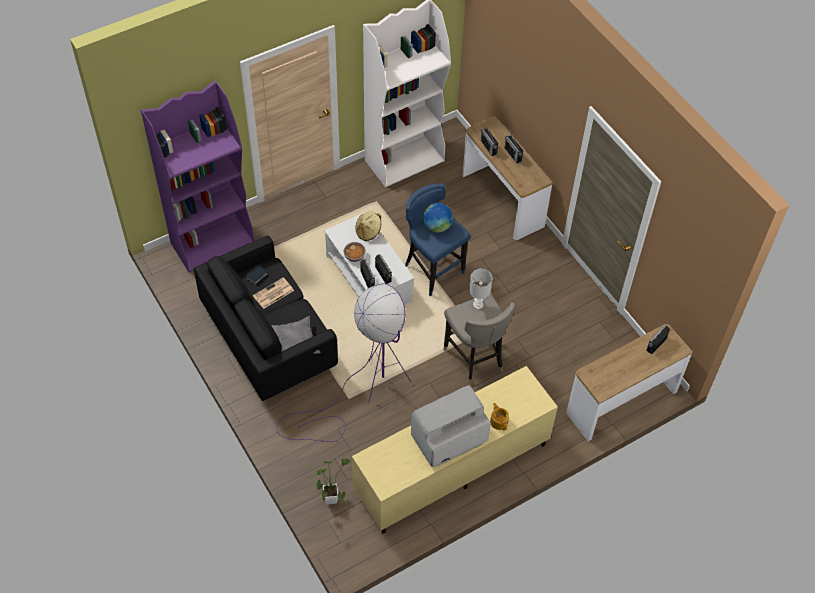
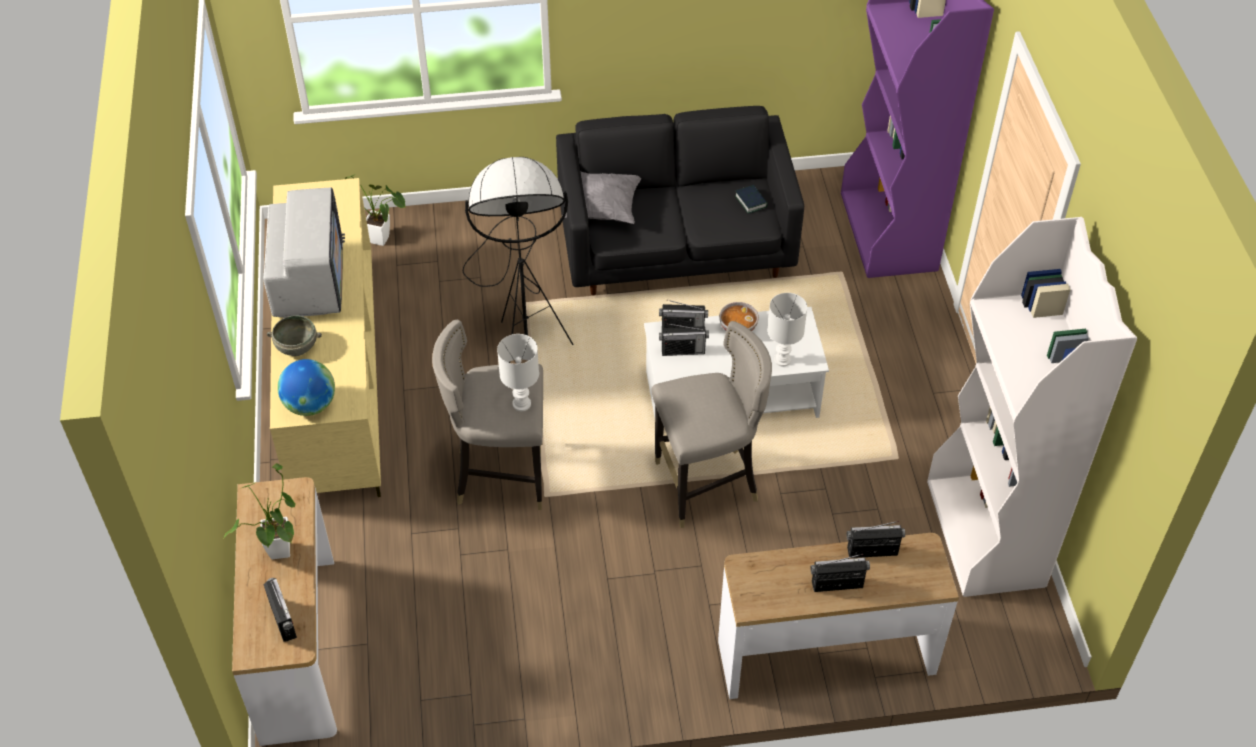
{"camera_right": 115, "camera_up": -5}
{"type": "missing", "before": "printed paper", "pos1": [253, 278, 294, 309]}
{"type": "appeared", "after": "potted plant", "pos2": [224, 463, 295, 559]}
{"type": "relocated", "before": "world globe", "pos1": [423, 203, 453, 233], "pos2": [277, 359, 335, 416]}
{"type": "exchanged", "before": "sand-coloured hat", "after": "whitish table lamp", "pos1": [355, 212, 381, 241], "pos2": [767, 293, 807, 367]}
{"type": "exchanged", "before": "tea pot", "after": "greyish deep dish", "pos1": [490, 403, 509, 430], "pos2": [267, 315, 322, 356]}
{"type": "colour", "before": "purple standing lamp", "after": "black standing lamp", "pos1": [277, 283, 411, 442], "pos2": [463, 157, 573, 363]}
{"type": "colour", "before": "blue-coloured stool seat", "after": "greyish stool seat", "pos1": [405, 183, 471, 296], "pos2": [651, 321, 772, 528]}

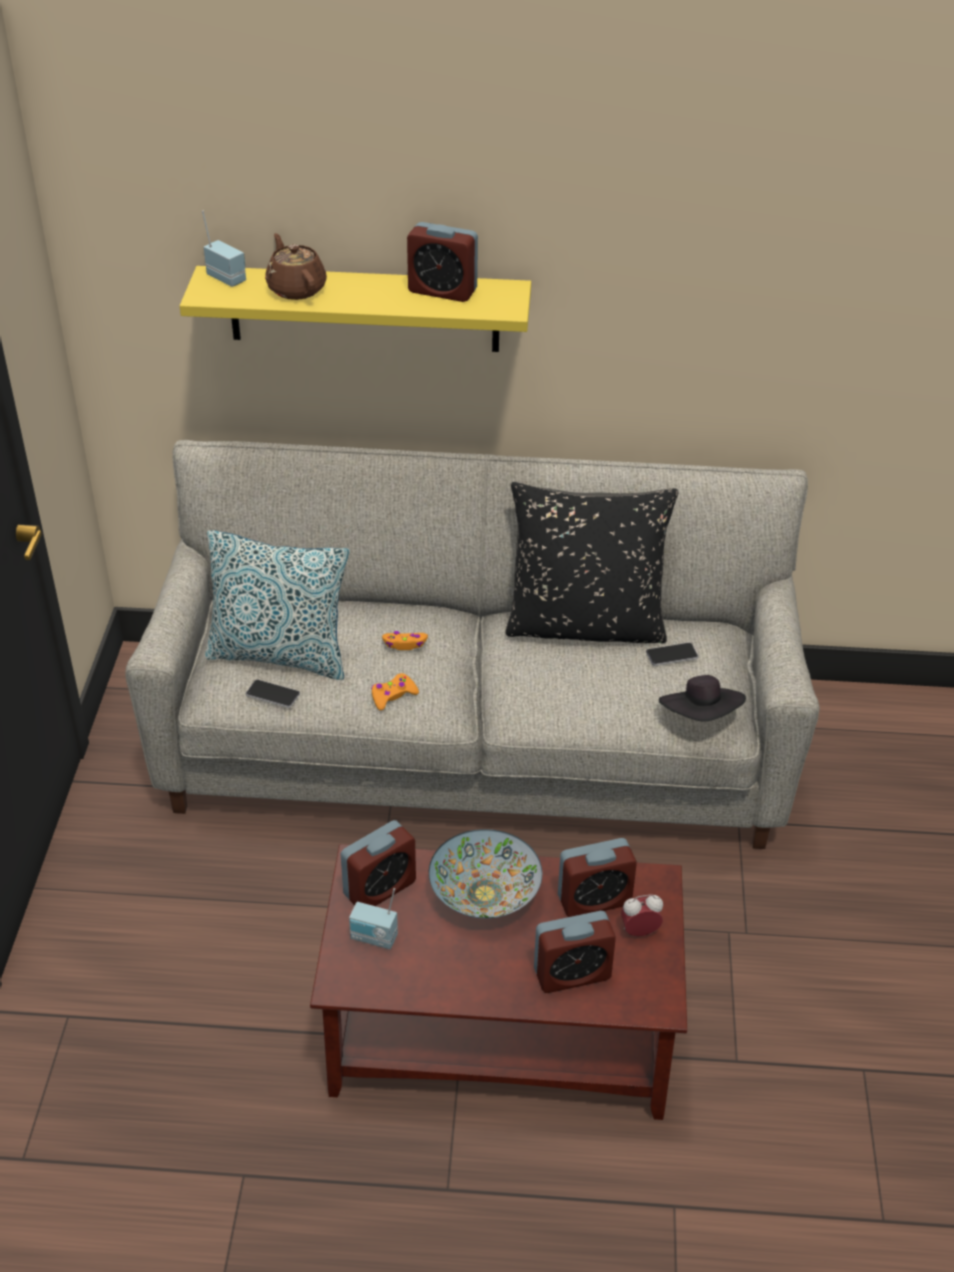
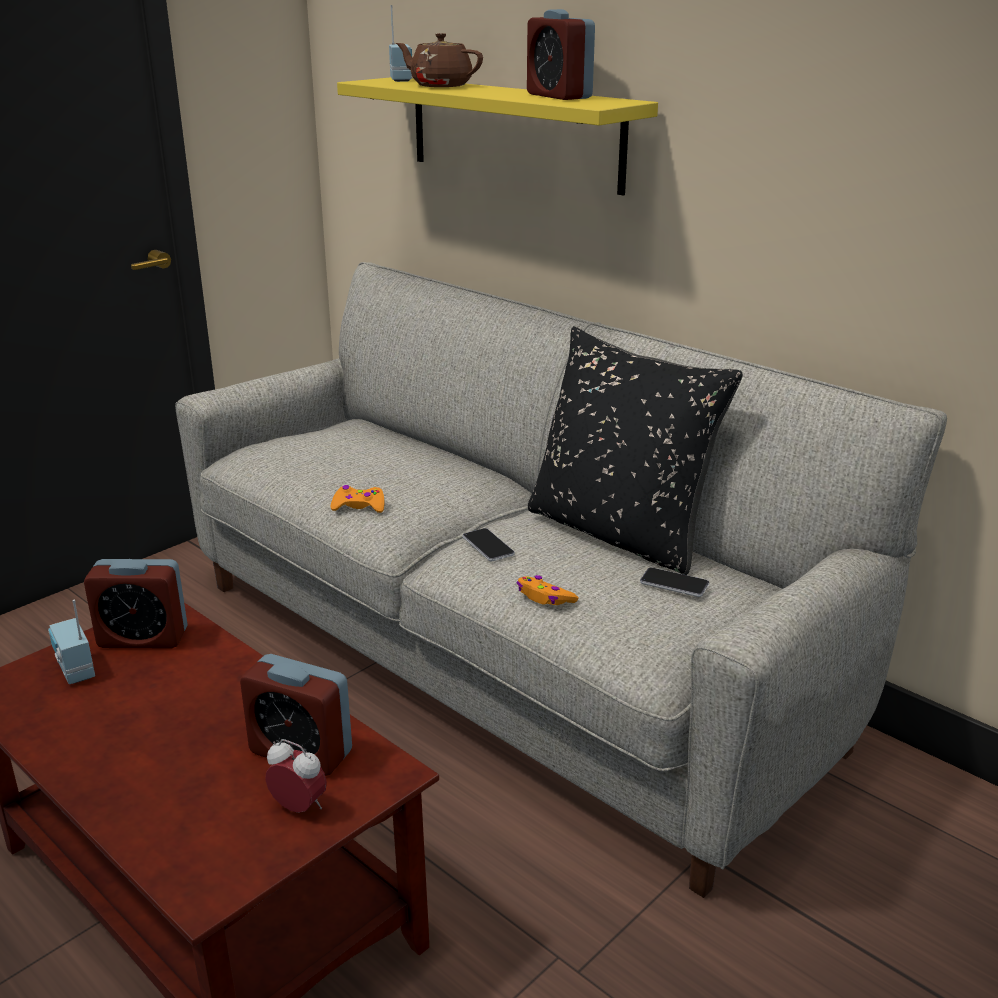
{"camera_right": 40, "camera_up": -15}
{"type": "missing", "before": "throw pillow", "pos1": [205, 530, 350, 680]}
{"type": "missing", "before": "deep dish", "pos1": [429, 829, 542, 919]}
{"type": "missing", "before": "table clock", "pos1": [534, 911, 616, 993]}
{"type": "missing", "before": "black hat", "pos1": [659, 675, 746, 722]}
{"type": "relocated", "before": "handset", "pos1": [246, 679, 300, 708], "pos2": [462, 528, 515, 561]}
{"type": "relocated", "before": "orange-coloured gamepad", "pos1": [382, 631, 428, 650], "pos2": [517, 575, 579, 605]}
{"type": "spun", "before": "brown tea pot", "pos1": [265, 233, 327, 300], "pos2": [396, 33, 483, 87], "turn": -75}

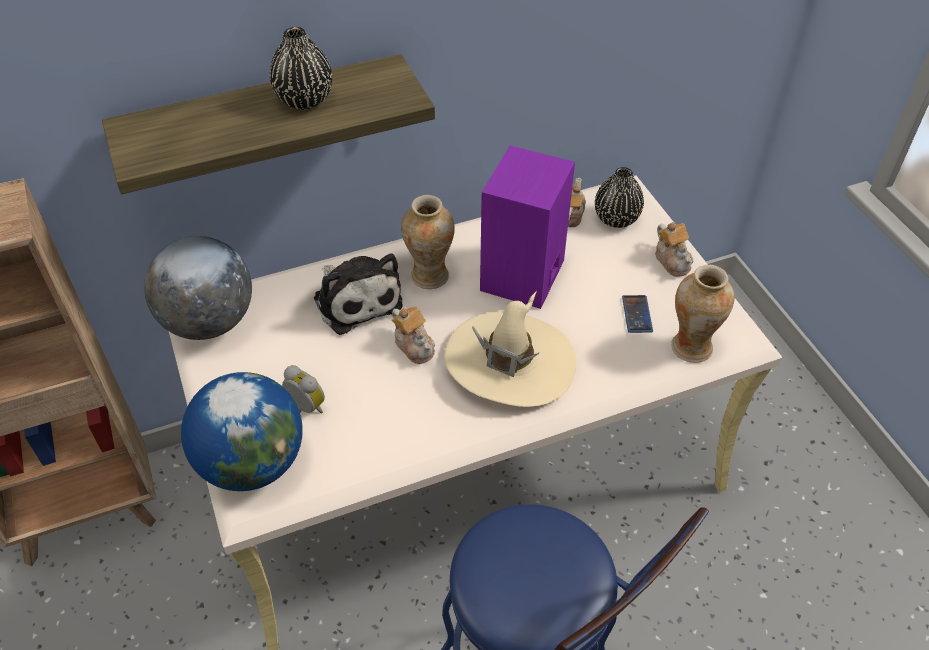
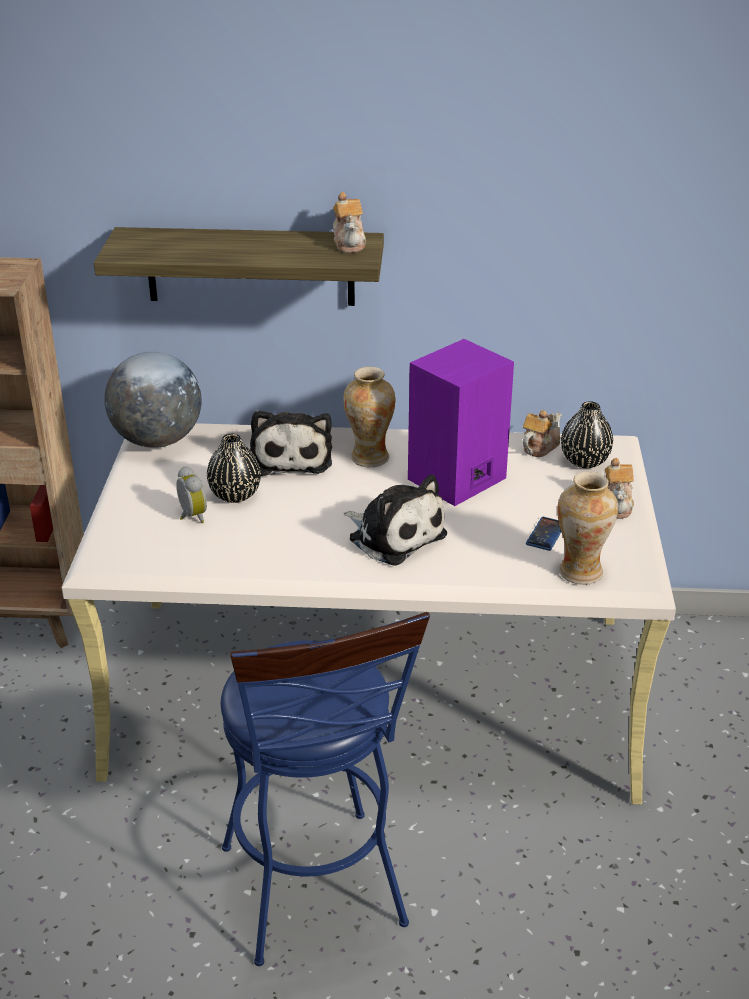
{"camera_right": 25, "camera_up": -15}
{"type": "missing", "before": "world globe", "pos1": [181, 372, 303, 491]}
{"type": "relocated", "before": "black decorative vase", "pos1": [270, 27, 332, 109], "pos2": [207, 434, 261, 503]}
{"type": "relocated", "before": "tea pot", "pos1": [392, 306, 435, 364], "pos2": [333, 192, 366, 253]}
{"type": "exchanged", "before": "sand-coloured hat", "after": "cuddly toy", "pos1": [444, 291, 576, 407], "pos2": [344, 474, 447, 566]}

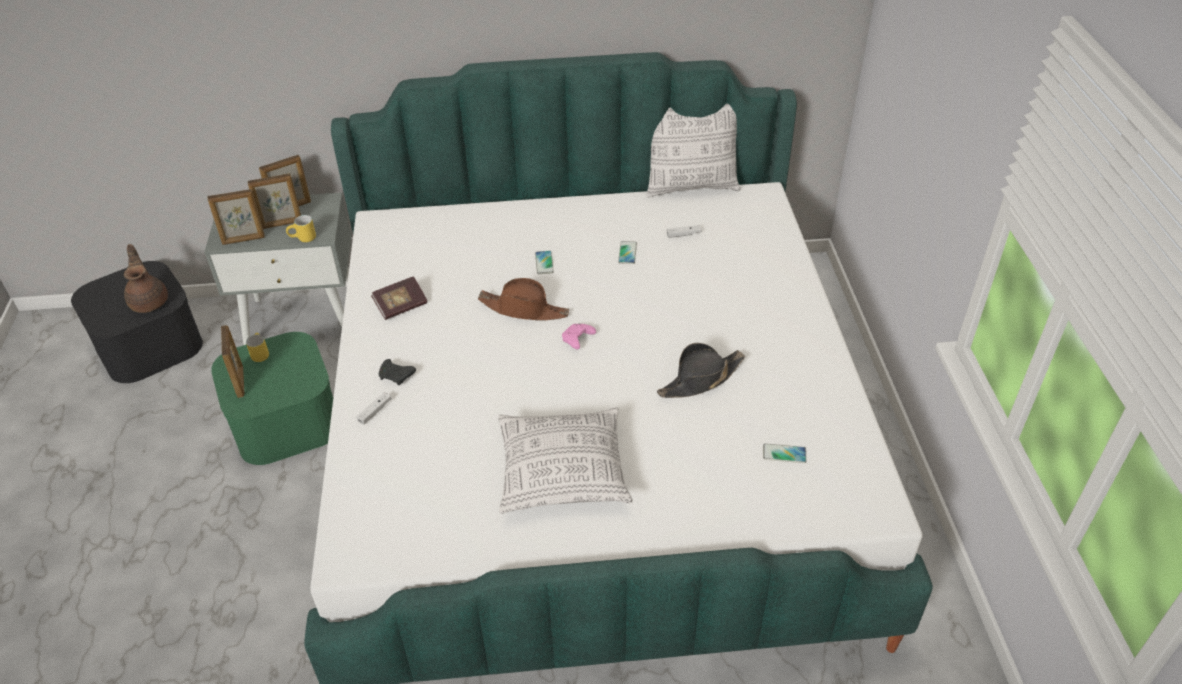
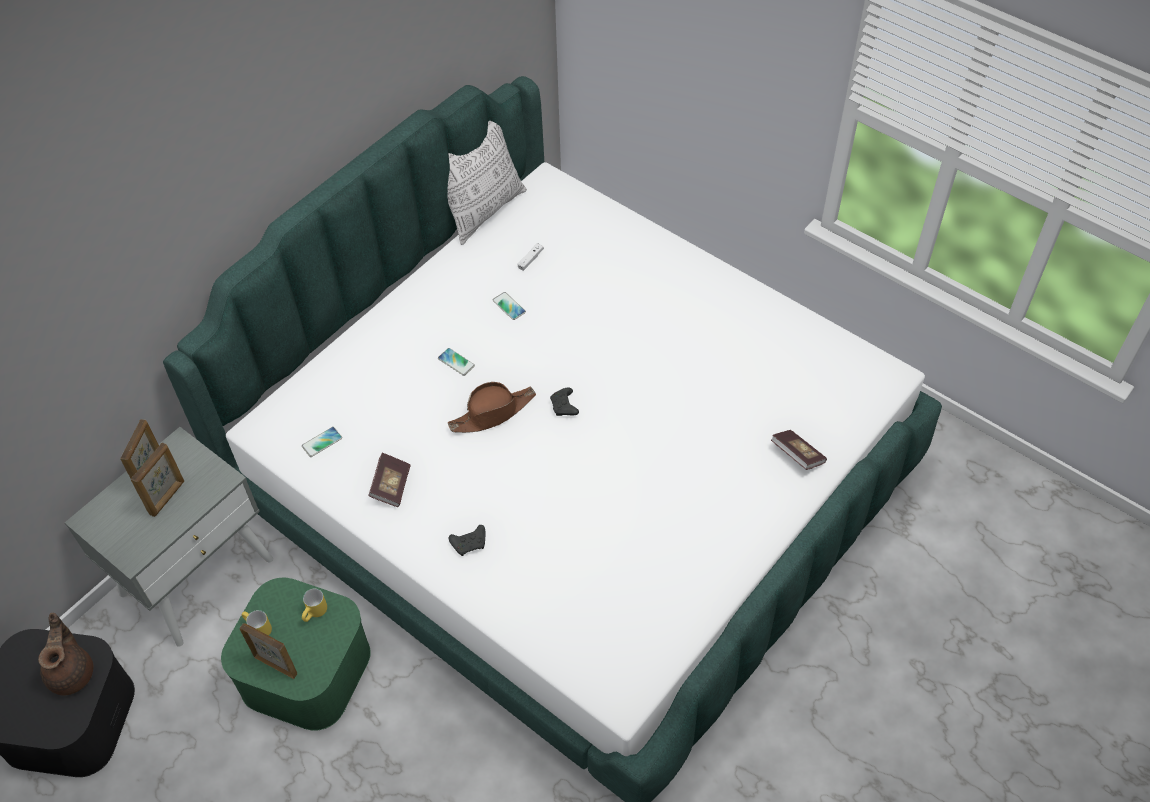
{"camera_right": -45, "camera_up": 10}
{"type": "missing", "before": "photo frame", "pos1": [207, 189, 265, 245]}
{"type": "missing", "before": "whitish gamepad", "pos1": [356, 392, 392, 425]}
{"type": "missing", "before": "throw pillow", "pos1": [498, 407, 633, 514]}
{"type": "missing", "before": "black hat", "pos1": [657, 343, 745, 398]}
{"type": "appeared", "after": "bound book", "pos2": [771, 430, 827, 470]}
{"type": "relocated", "before": "yellow-coloured tea mug", "pos1": [286, 215, 316, 242], "pos2": [302, 589, 327, 622]}
{"type": "relocated", "before": "handset", "pos1": [763, 444, 806, 463], "pos2": [302, 427, 342, 457]}
{"type": "colour", "before": "pink-coloured gamepad", "after": "black gamepad", "pos1": [562, 324, 596, 350], "pos2": [550, 388, 579, 416]}
{"type": "spun", "before": "brown tea pot", "pos1": [124, 244, 168, 313], "pos2": [38, 613, 93, 696], "turn": 60}

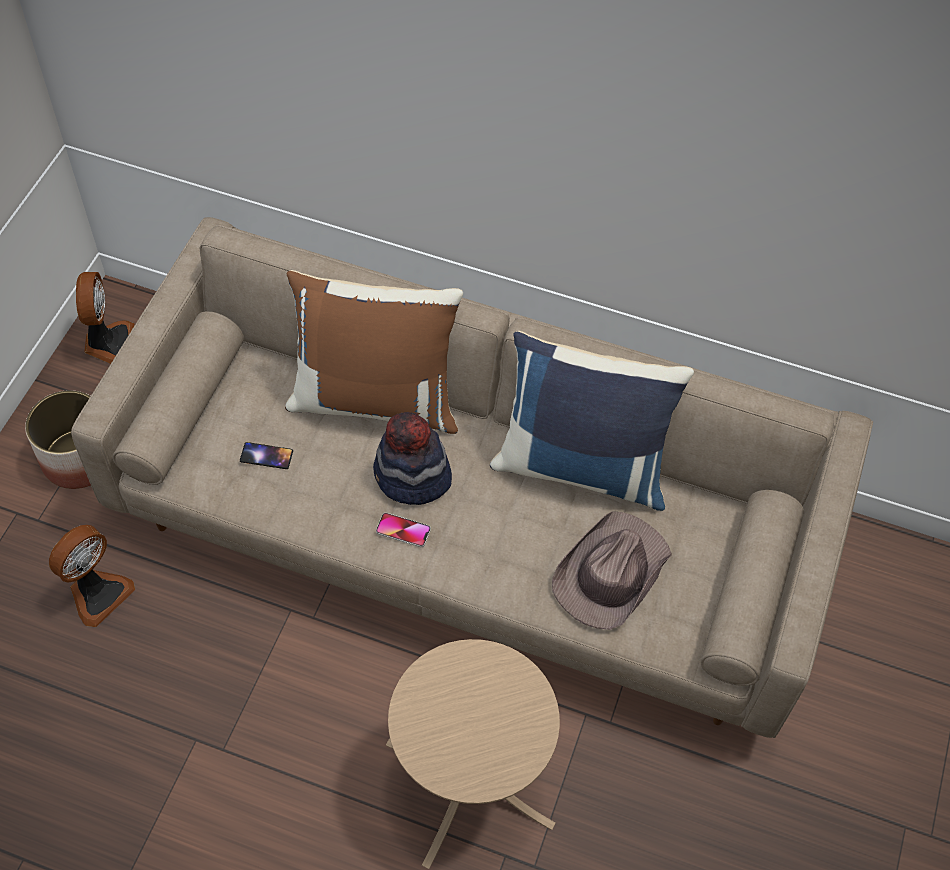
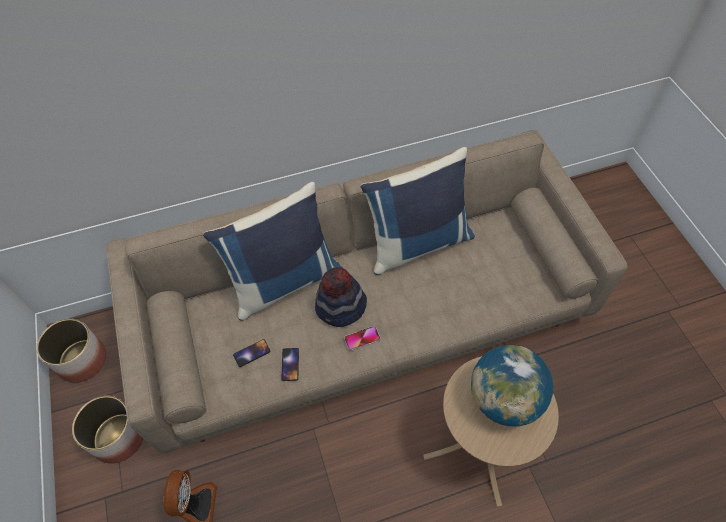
{"camera_right": -35, "camera_up": 0}
{"type": "missing", "before": "brown hat", "pos1": [552, 511, 672, 630]}
{"type": "appeared", "after": "handset", "pos2": [281, 348, 299, 381]}
{"type": "appeared", "after": "world globe", "pos2": [471, 345, 553, 426]}
{"type": "exchanged", "before": "cooling fan", "after": "flower pot", "pos1": [76, 272, 134, 364], "pos2": [37, 319, 106, 383]}
{"type": "colour", "before": "brown throw pillow", "after": "blue-coloured throw pillow", "pos1": [285, 270, 463, 434], "pos2": [203, 182, 343, 321]}

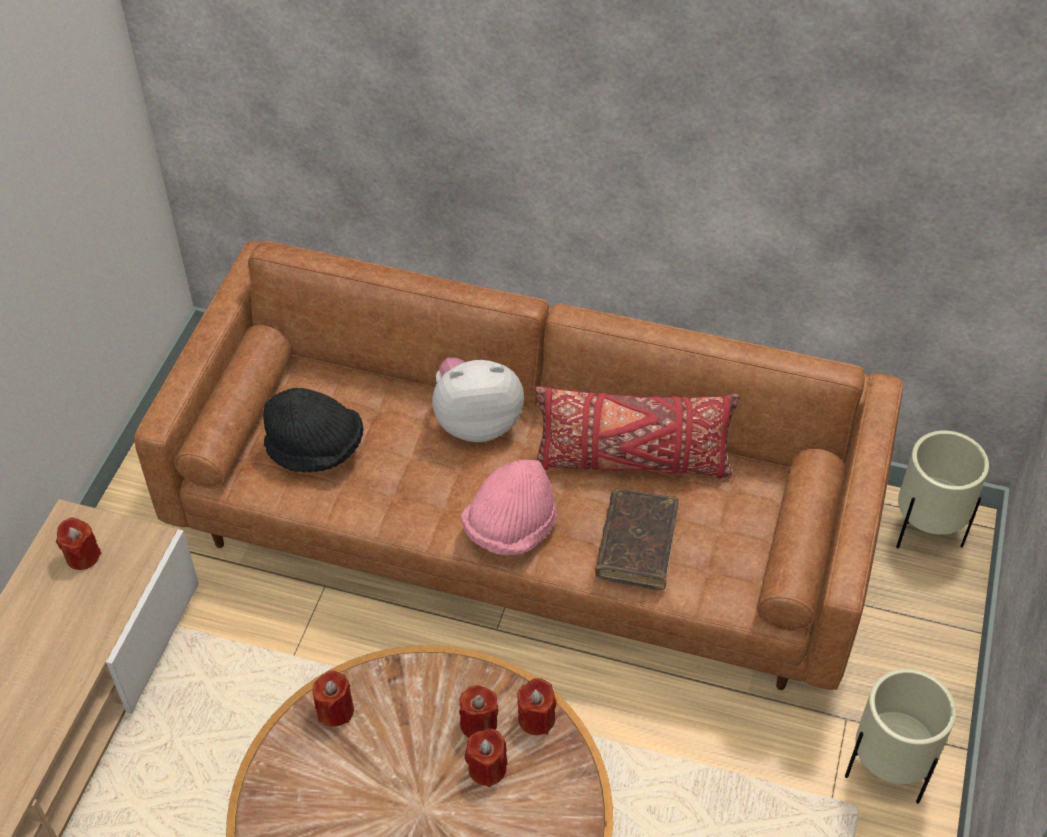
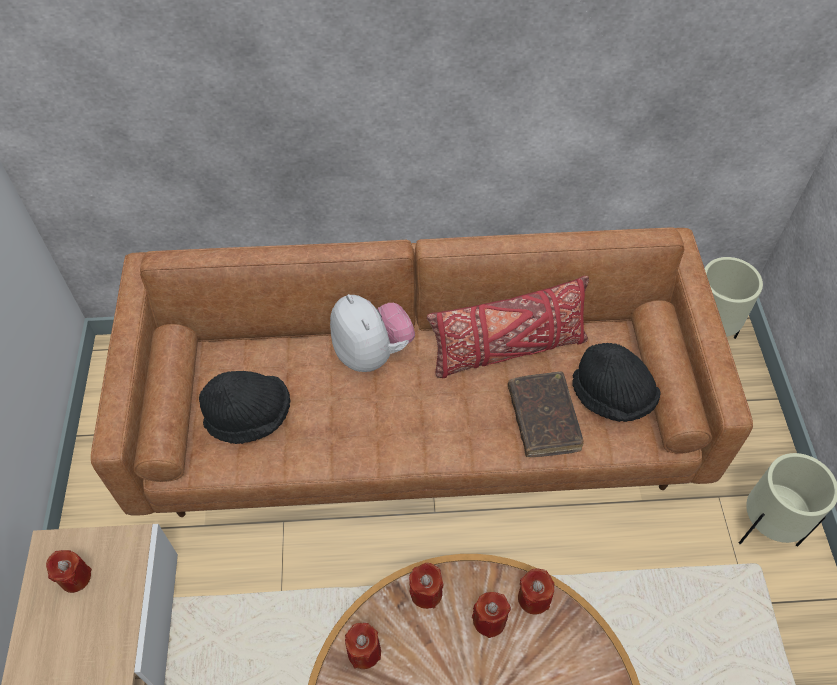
{"camera_right": -20, "camera_up": 5}
{"type": "missing", "before": "pink-coloured hat", "pos1": [461, 459, 557, 555]}
{"type": "appeared", "after": "black hat", "pos2": [572, 343, 661, 422]}
{"type": "relocated", "before": "red-coloured wax light", "pos1": [465, 729, 507, 787], "pos2": [409, 563, 443, 609]}
{"type": "spun", "before": "cuddly toy", "pos1": [432, 357, 524, 442], "pos2": [330, 294, 415, 372], "turn": 90}

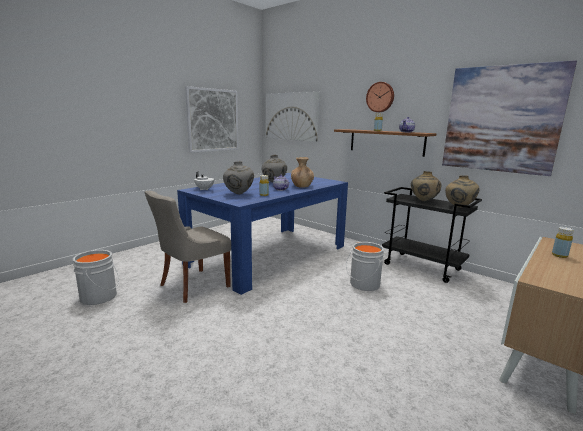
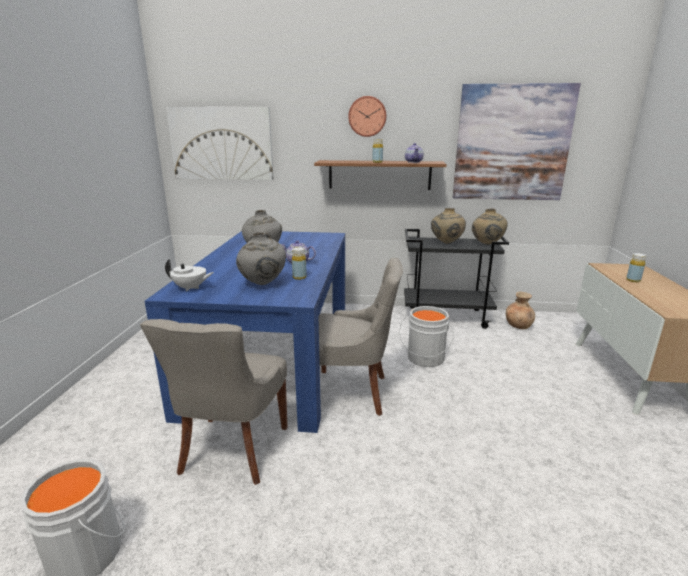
{"camera_right": -35, "camera_up": 5}
{"type": "missing", "before": "wall art", "pos1": [185, 86, 239, 153]}
{"type": "appeared", "after": "greyish upright chair", "pos2": [319, 258, 403, 416]}
{"type": "relocated", "before": "brown decorative vase", "pos1": [291, 157, 314, 188], "pos2": [506, 292, 535, 329]}

